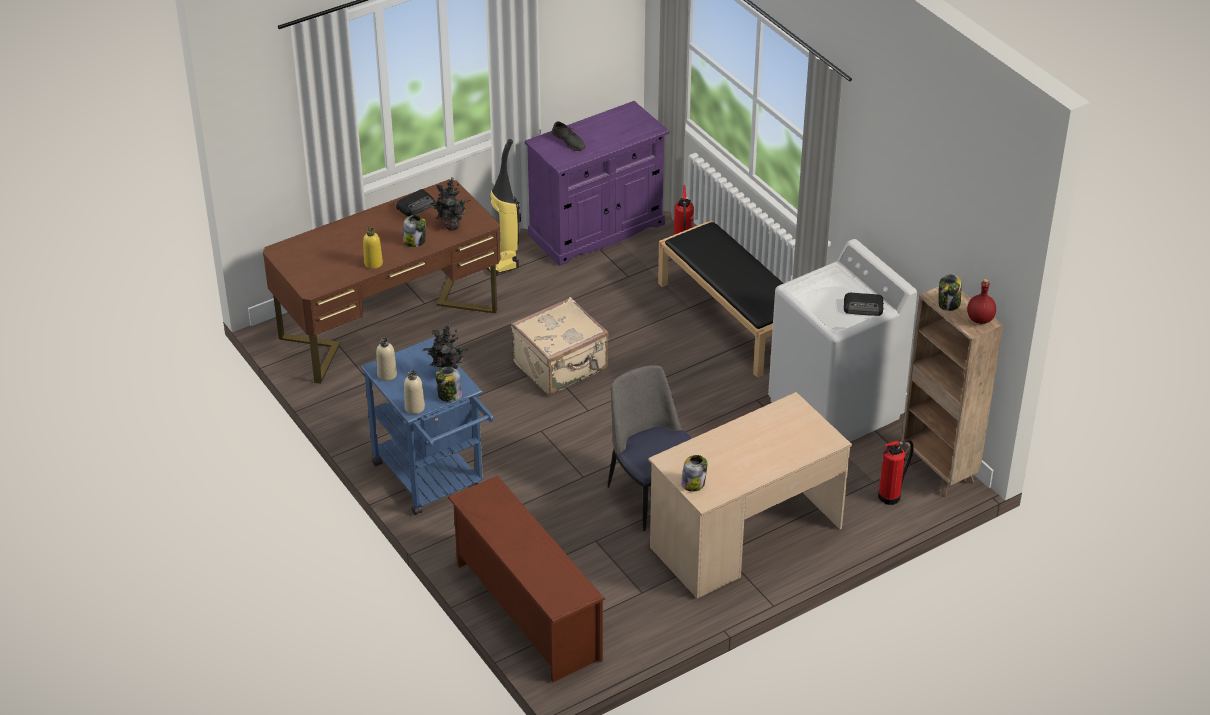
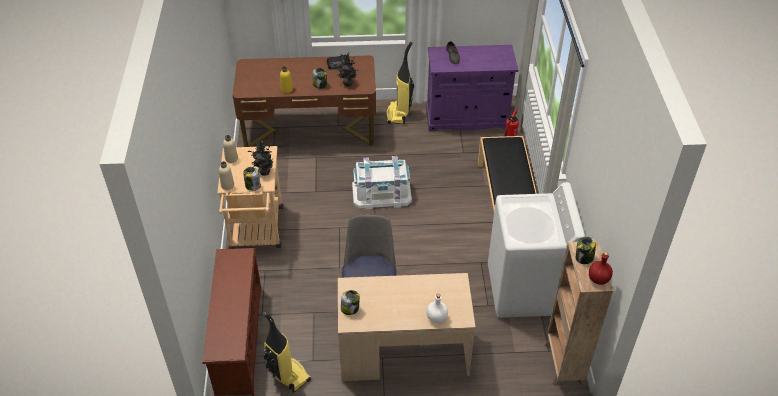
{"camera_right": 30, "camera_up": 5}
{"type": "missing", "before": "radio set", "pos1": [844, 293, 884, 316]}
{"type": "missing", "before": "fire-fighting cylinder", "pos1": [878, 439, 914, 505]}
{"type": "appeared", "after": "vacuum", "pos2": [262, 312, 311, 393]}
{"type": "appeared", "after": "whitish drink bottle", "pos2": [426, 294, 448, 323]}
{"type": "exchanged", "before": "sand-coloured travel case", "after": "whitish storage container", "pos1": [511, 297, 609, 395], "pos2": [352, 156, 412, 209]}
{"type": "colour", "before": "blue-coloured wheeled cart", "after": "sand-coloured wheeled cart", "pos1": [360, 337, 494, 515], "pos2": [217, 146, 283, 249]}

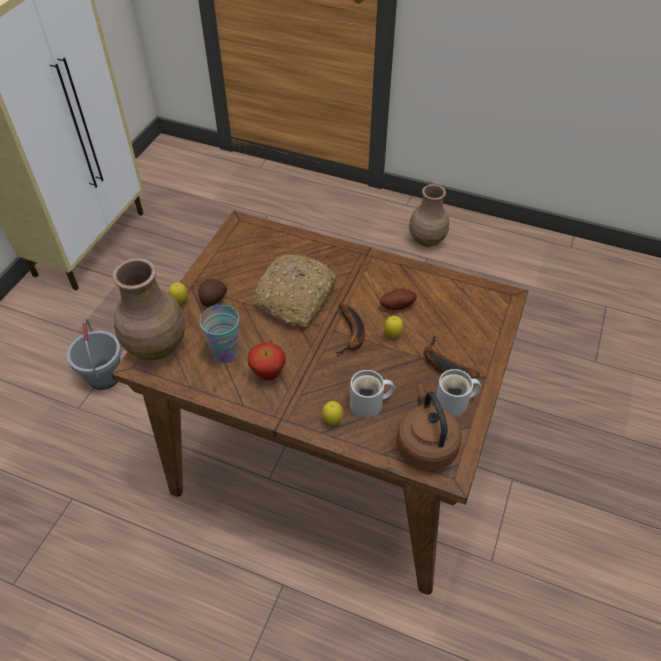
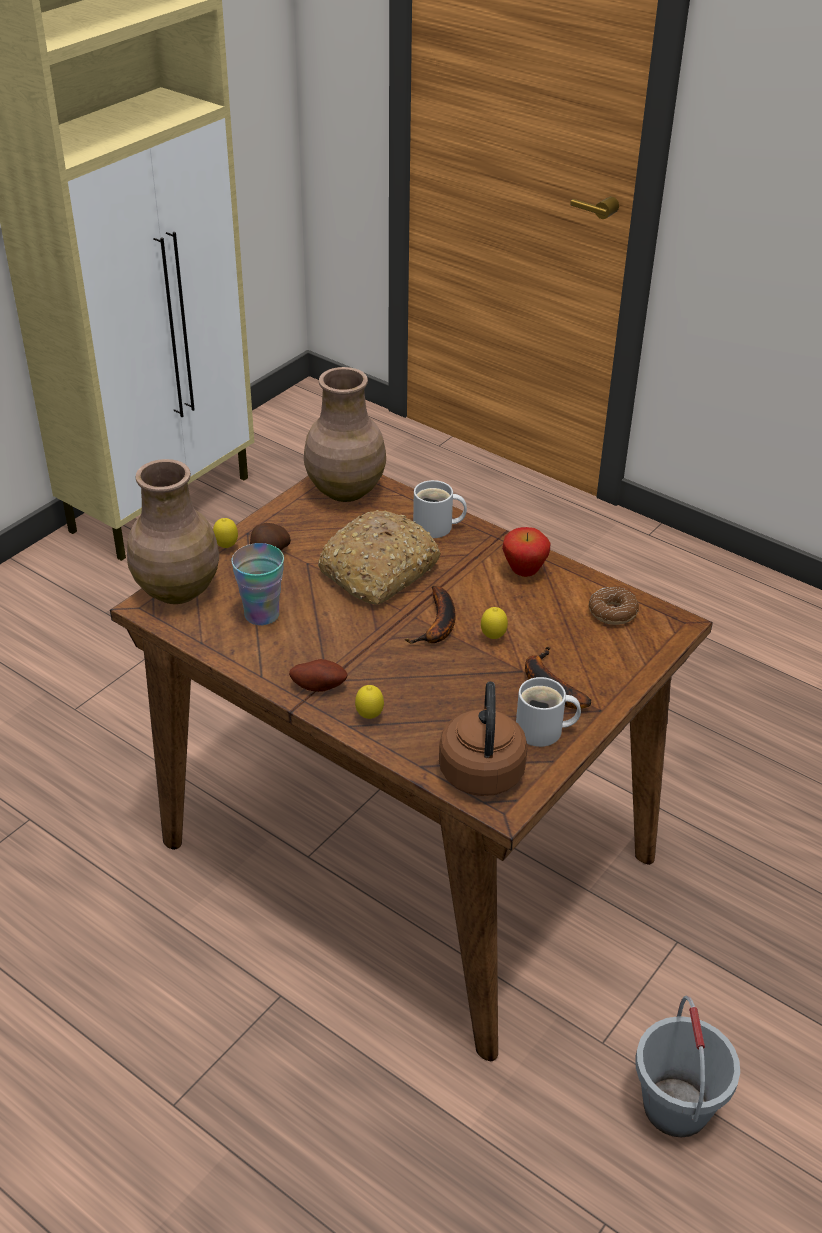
{"camera_right": 15, "camera_up": -10}
{"type": "appeared", "after": "ring doughnut", "pos2": [588, 587, 639, 625]}
{"type": "relocated", "before": "greyish pail", "pos1": [67, 319, 121, 390], "pos2": [636, 996, 740, 1138]}
{"type": "relocated", "before": "apple fruit", "pos1": [248, 342, 286, 381], "pos2": [502, 527, 550, 577]}
{"type": "relocated", "before": "whitish tea mug", "pos1": [350, 370, 395, 418], "pos2": [413, 480, 467, 538]}
{"type": "relocated", "before": "whole potato", "pos1": [380, 288, 417, 310], "pos2": [289, 659, 348, 692]}
{"type": "relocated", "before": "brown decorative vase", "pos1": [409, 184, 449, 247], "pos2": [304, 367, 386, 502]}

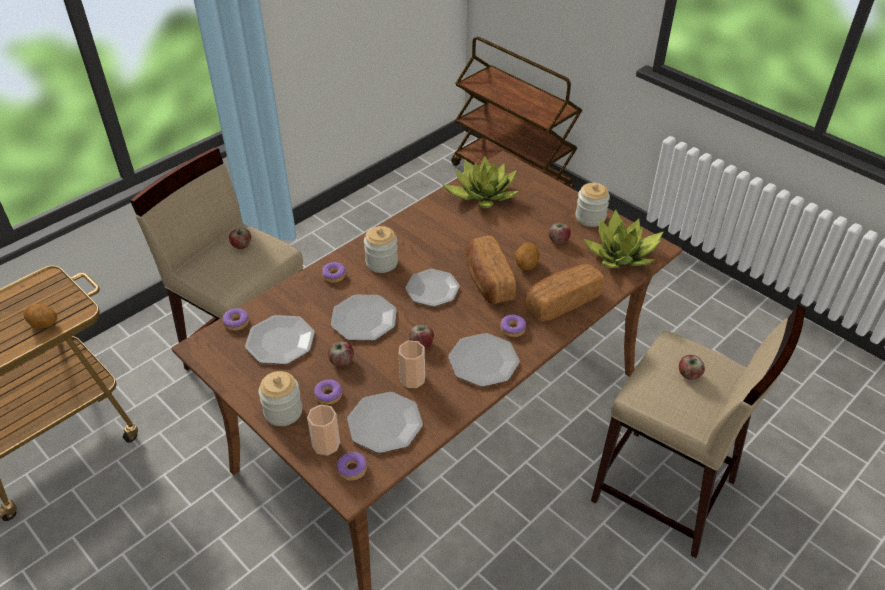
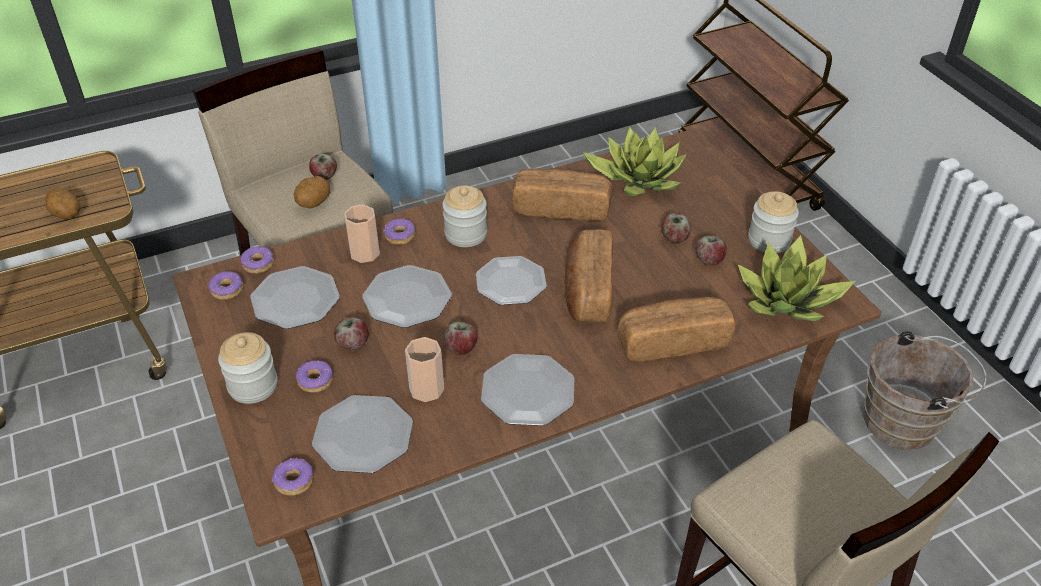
{"camera_right": 20, "camera_up": 0}
{"type": "appeared", "after": "baked bread", "pos2": [513, 169, 613, 221]}
{"type": "appeared", "after": "brown pail", "pos2": [864, 330, 986, 450]}
{"type": "relocated", "before": "drinking cup", "pos1": [307, 405, 340, 456], "pos2": [344, 205, 380, 263]}
{"type": "relocated", "before": "ring doughnut", "pos1": [501, 315, 526, 337], "pos2": [208, 271, 243, 300]}
{"type": "relocated", "before": "whole potato", "pos1": [515, 242, 540, 270], "pos2": [294, 176, 330, 208]}
{"type": "relocated", "before": "apple fruit", "pos1": [679, 355, 705, 380], "pos2": [661, 212, 692, 243]}

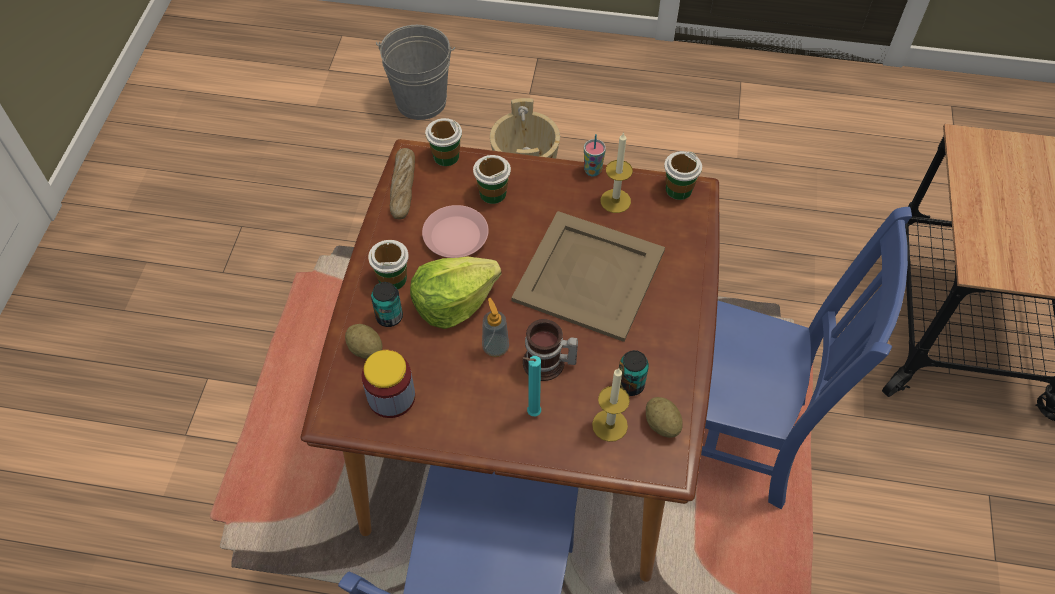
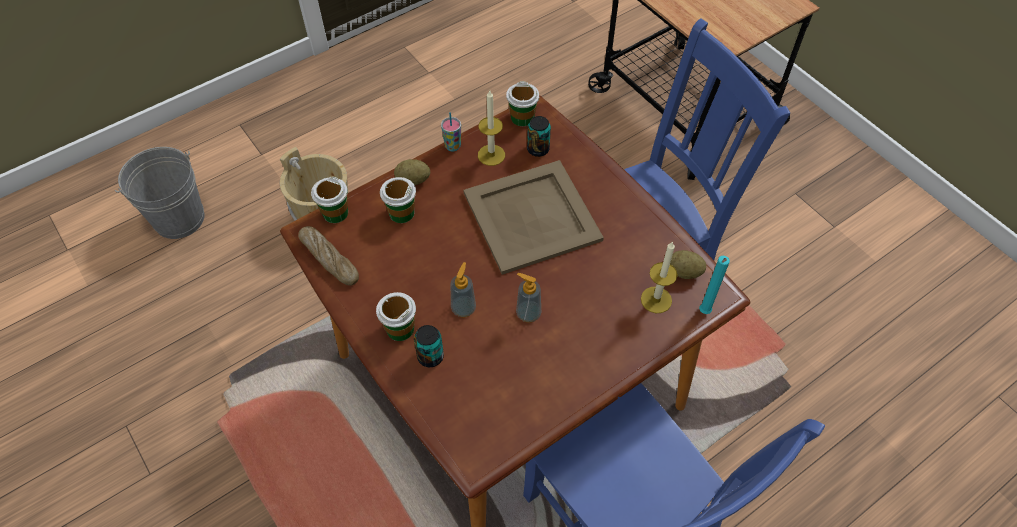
{"camera_right": -45, "camera_up": 0}
{"type": "missing", "before": "jar", "pos1": [362, 350, 415, 418]}
{"type": "missing", "before": "pink-coloured dinner plate", "pos1": [422, 205, 489, 258]}
{"type": "missing", "before": "tea mug", "pos1": [523, 319, 578, 381]}
{"type": "relocated", "before": "whole potato", "pos1": [345, 324, 382, 359], "pos2": [394, 159, 430, 185]}
{"type": "relocated", "before": "turquoise wax light", "pos1": [522, 356, 541, 416], "pos2": [699, 255, 730, 314]}
{"type": "relocated", "before": "can", "pos1": [619, 350, 649, 396], "pos2": [527, 116, 551, 157]}
{"type": "exchanged", "before": "lettuce head", "after": "liquid soap bottle", "pos1": [410, 256, 502, 329], "pos2": [451, 262, 476, 317]}

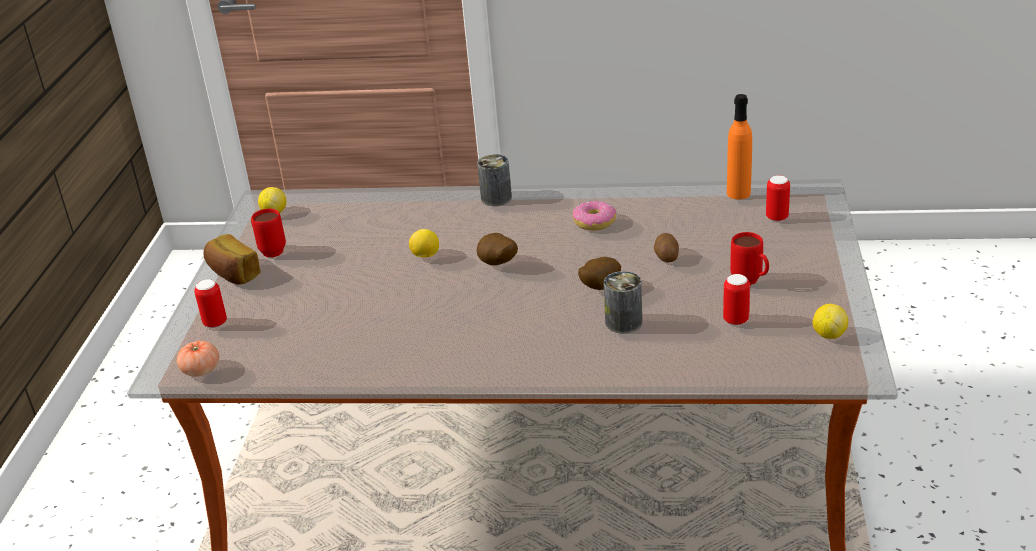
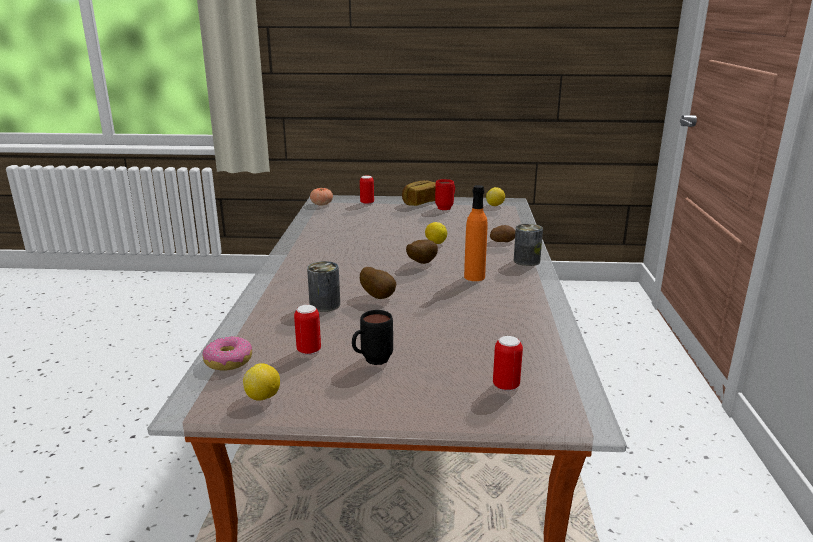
{"camera_right": 85, "camera_up": -10}
{"type": "relocated", "before": "ring doughnut", "pos1": [572, 201, 616, 230], "pos2": [202, 336, 252, 371]}
{"type": "relocated", "before": "whole potato", "pos1": [654, 233, 679, 262], "pos2": [490, 225, 516, 242]}
{"type": "relocated", "before": "orange-coloured drink bottle", "pos1": [727, 94, 752, 199], "pos2": [464, 185, 488, 281]}
{"type": "colour", "before": "red-coloured tea mug", "after": "black tea mug", "pos1": [730, 232, 769, 285], "pos2": [352, 310, 393, 365]}

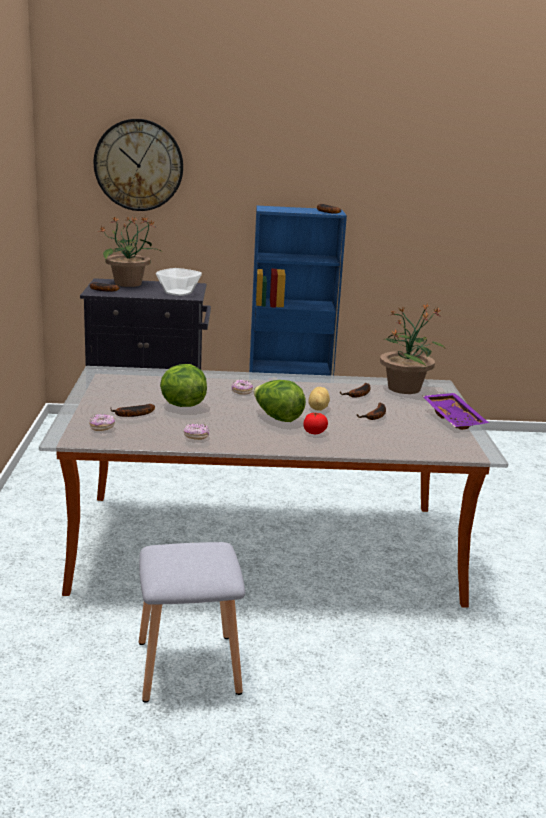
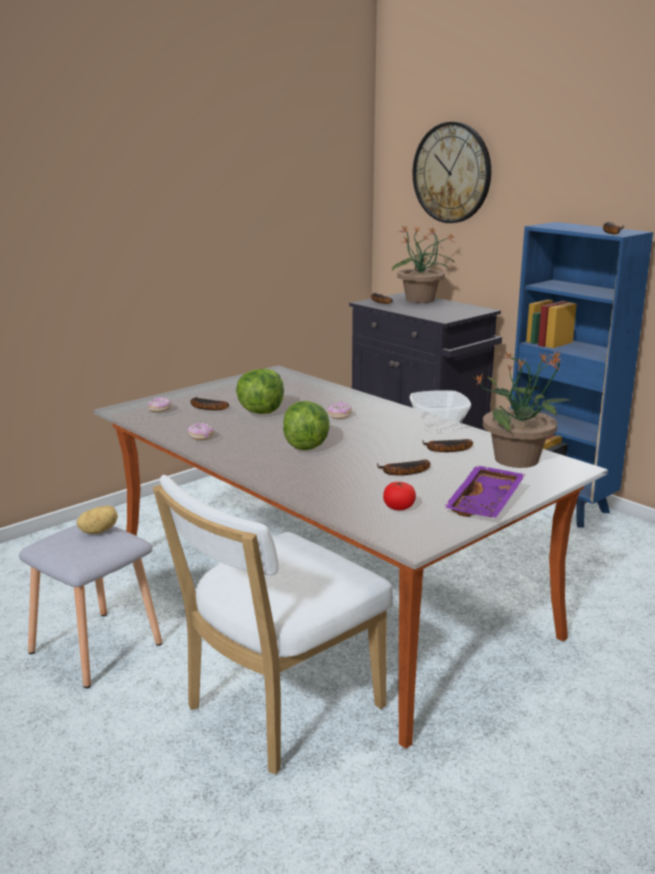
{"camera_right": 50, "camera_up": 0}
{"type": "appeared", "after": "whitish upright chair", "pos2": [153, 475, 393, 774]}
{"type": "relocated", "before": "deep dish", "pos1": [156, 268, 202, 296], "pos2": [410, 390, 471, 433]}
{"type": "relocated", "before": "tomato", "pos1": [303, 413, 328, 434], "pos2": [383, 481, 416, 510]}
{"type": "relocated", "before": "whole potato", "pos1": [308, 387, 330, 411], "pos2": [77, 505, 118, 534]}

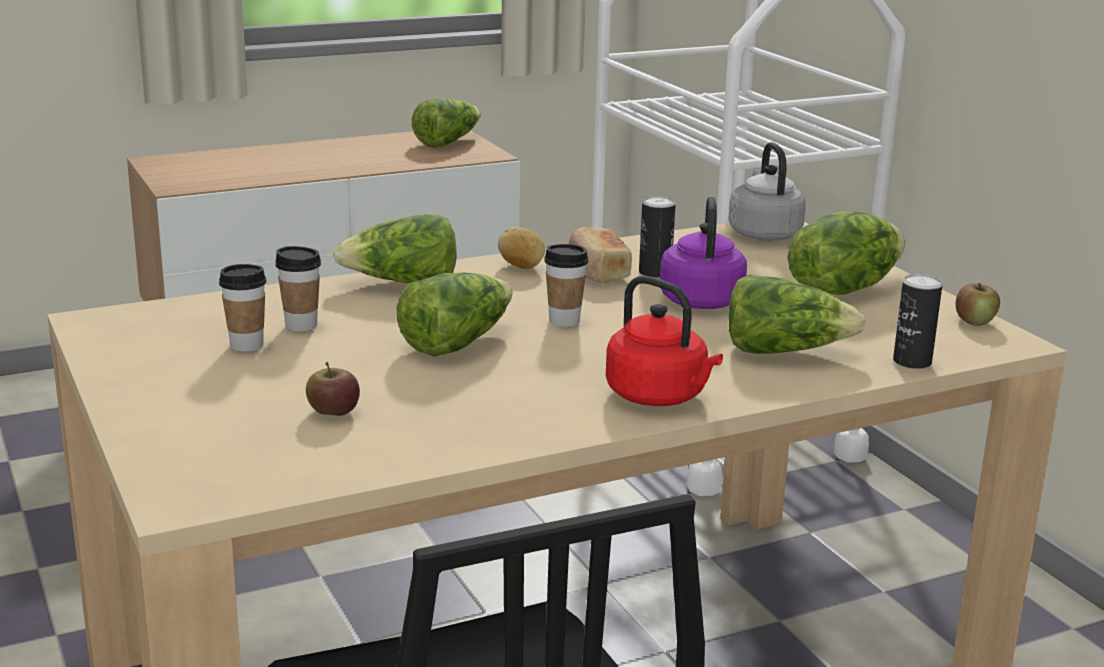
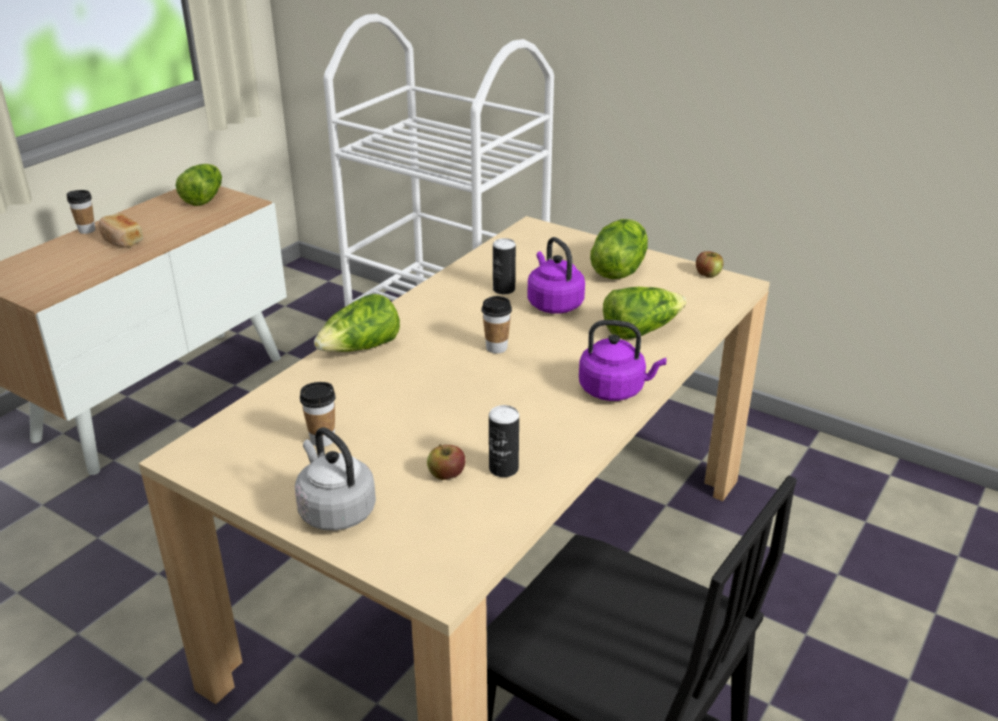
{"camera_right": -30, "camera_up": 10}
{"type": "missing", "before": "lettuce head", "pos1": [396, 273, 513, 357]}
{"type": "missing", "before": "whole potato", "pos1": [498, 227, 545, 269]}
{"type": "relocated", "before": "drinking cup", "pos1": [275, 246, 321, 331], "pos2": [67, 190, 95, 234]}
{"type": "relocated", "before": "baked bread", "pos1": [569, 227, 632, 283], "pos2": [98, 214, 143, 247]}
{"type": "relocated", "before": "greyish tea kettle", "pos1": [728, 142, 806, 241], "pos2": [295, 427, 376, 531]}
{"type": "relocated", "before": "can", "pos1": [893, 274, 942, 369], "pos2": [489, 405, 519, 477]}
{"type": "colour", "before": "red-coloured tea kettle", "after": "purple tea kettle", "pos1": [606, 276, 723, 406], "pos2": [579, 320, 666, 401]}

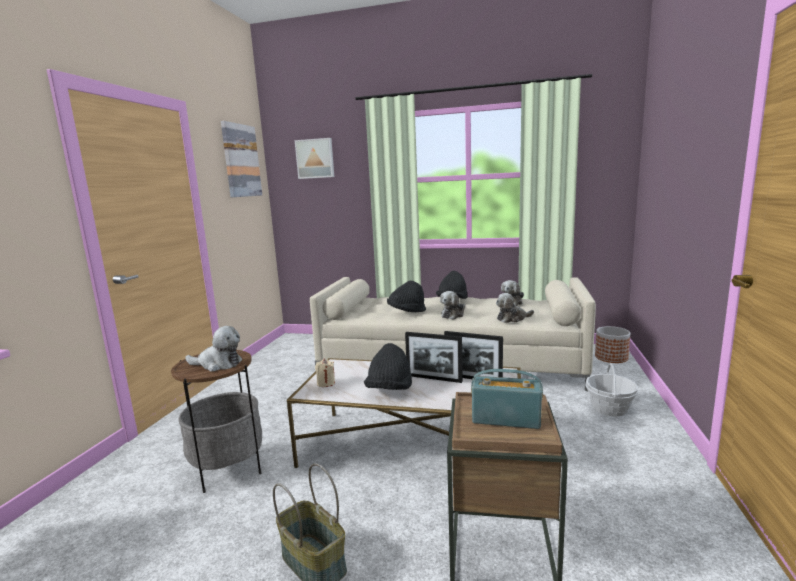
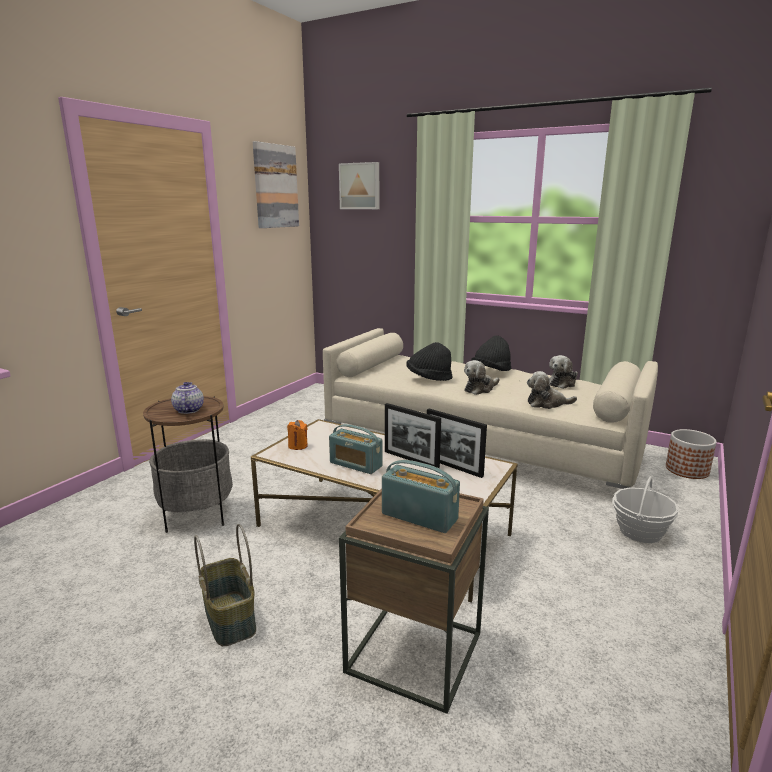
{"camera_right": 15, "camera_up": 5}
{"type": "exchanged", "before": "cuddly toy", "after": "tea pot", "pos1": [185, 326, 242, 372], "pos2": [171, 382, 204, 414]}
{"type": "exchanged", "before": "black hat", "after": "radio set", "pos1": [364, 343, 412, 390], "pos2": [329, 424, 383, 474]}
{"type": "colour", "before": "sand-coloured wax light", "after": "orange-coloured wax light", "pos1": [315, 359, 335, 387], "pos2": [287, 420, 308, 450]}

